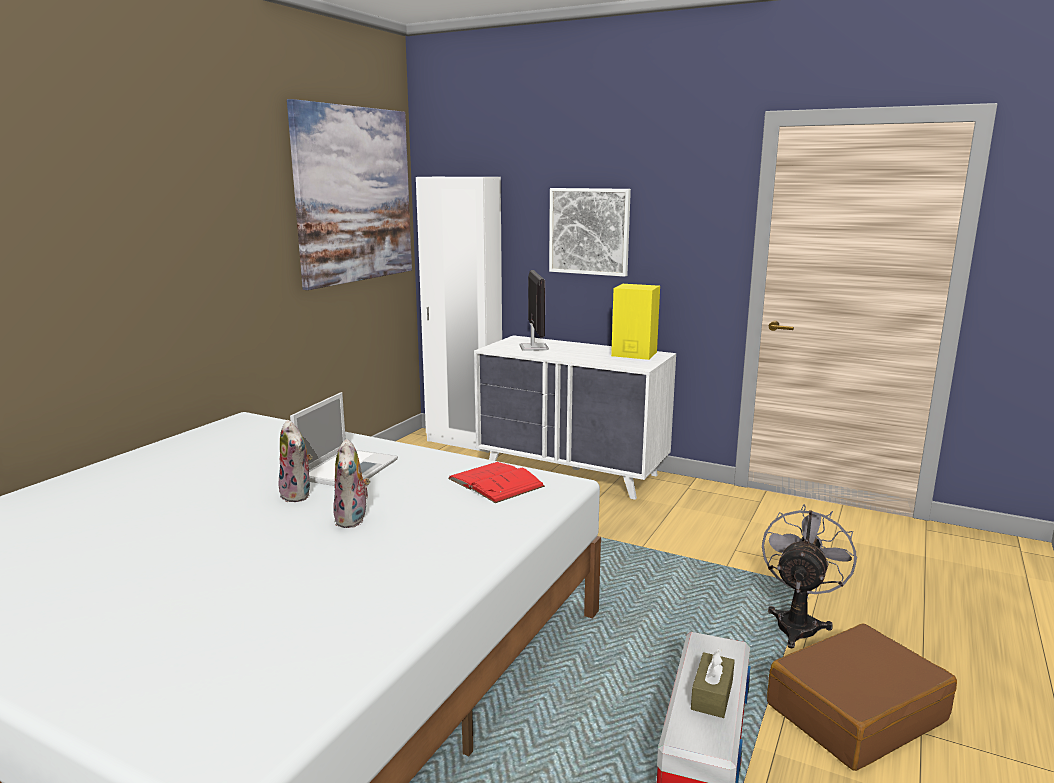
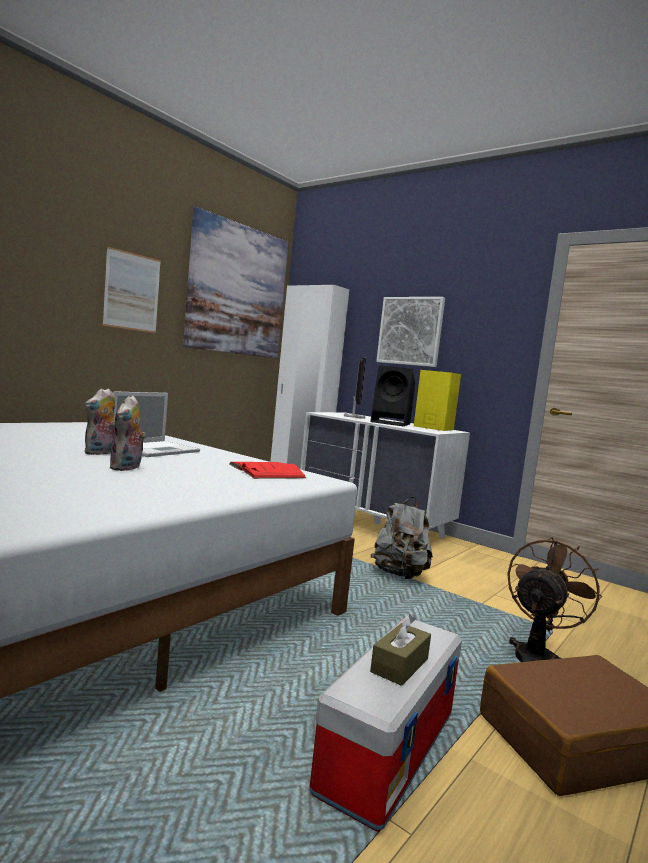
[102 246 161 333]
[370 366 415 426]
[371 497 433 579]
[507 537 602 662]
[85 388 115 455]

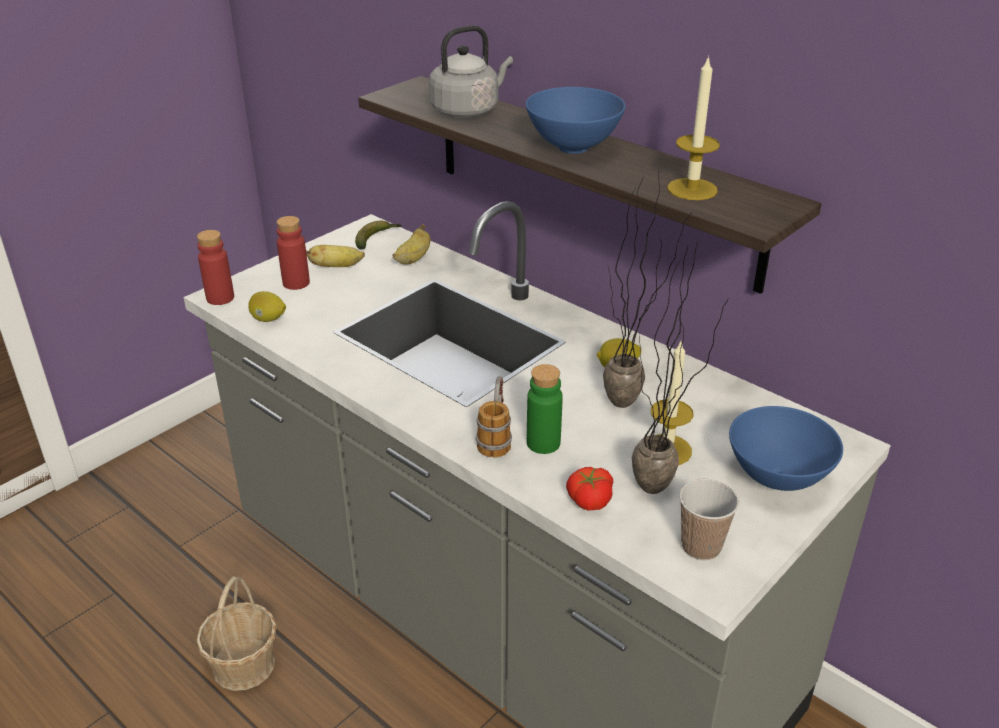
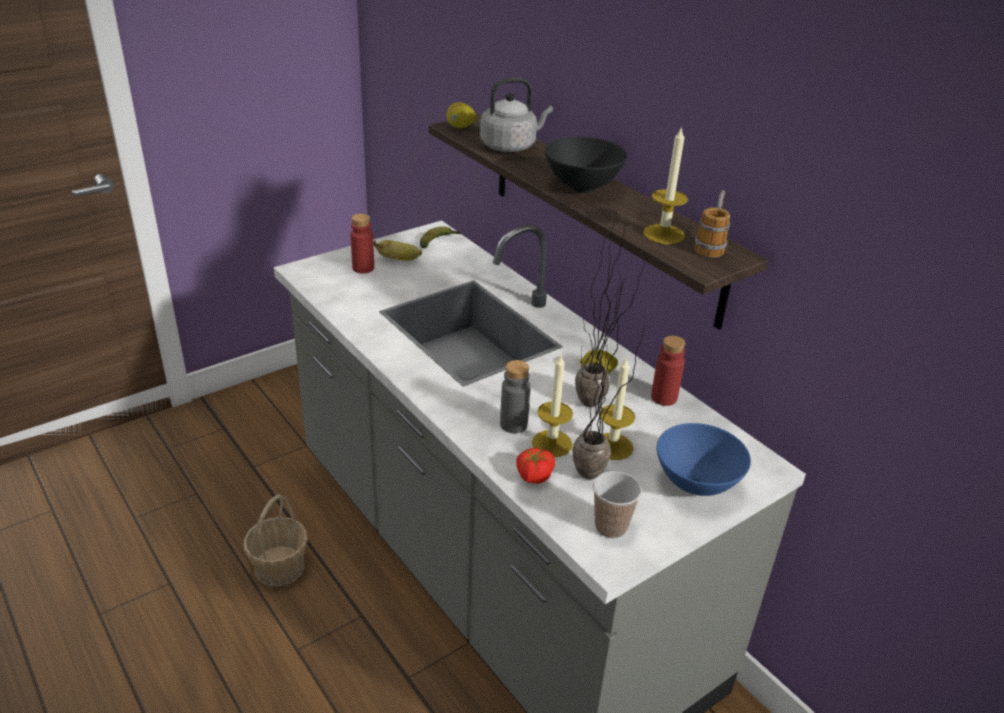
[392 224 431 265] (first image)
[532 355 573 457]
[651 336 686 406]
[446 102 477 128]
[694 190 730 258]
[545 137 627 193]
[500 360 531 433]

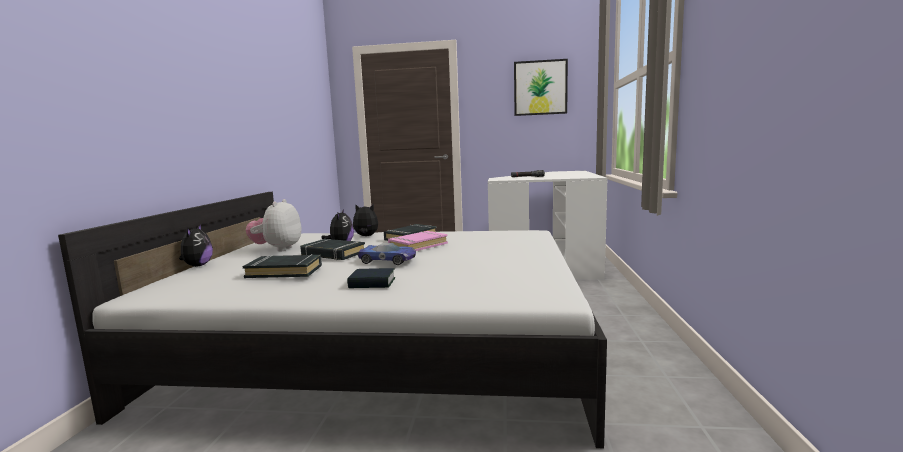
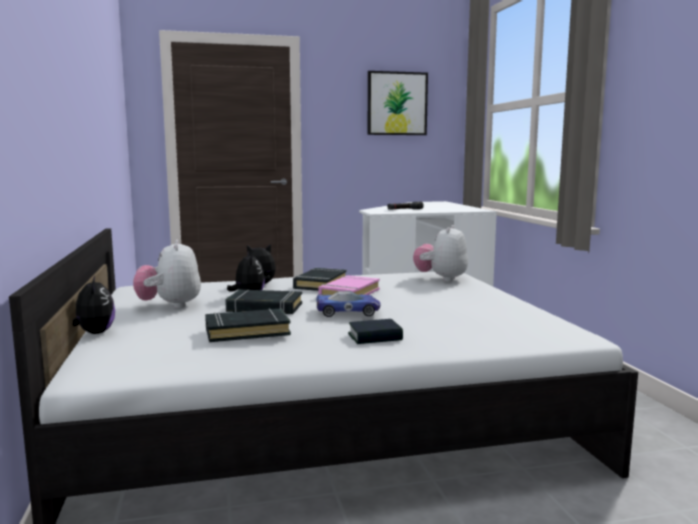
[413 225 468 282]

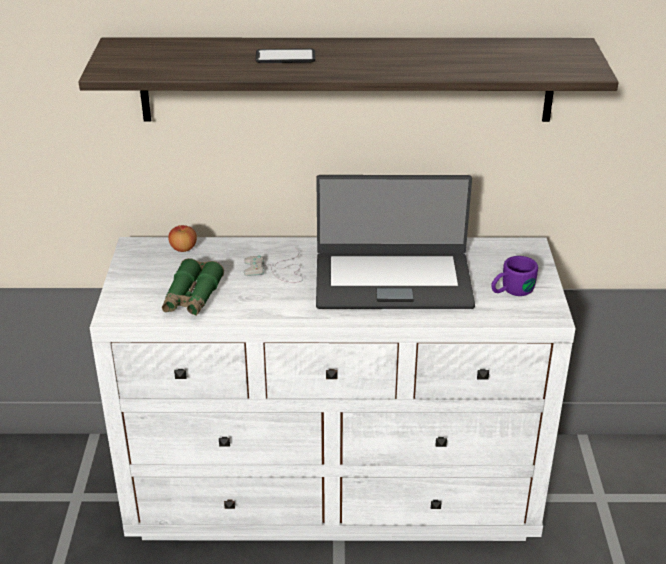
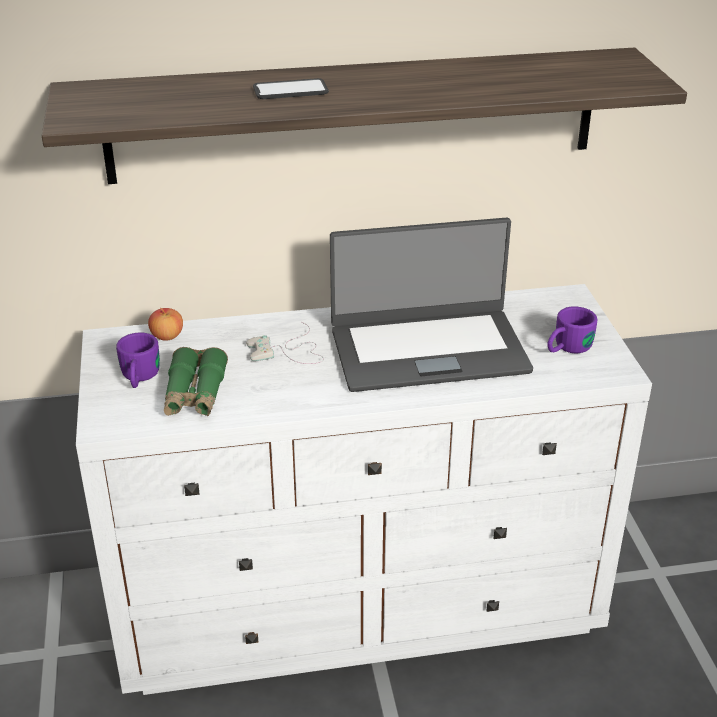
[116 332 160 388]

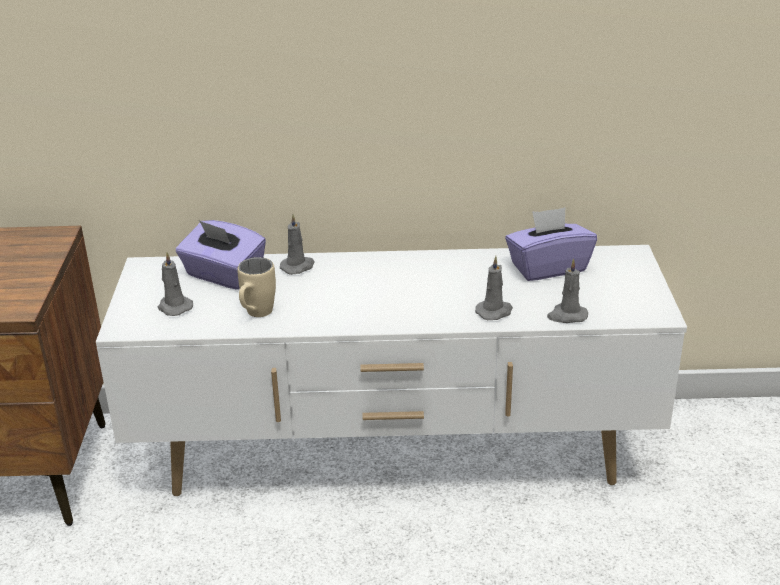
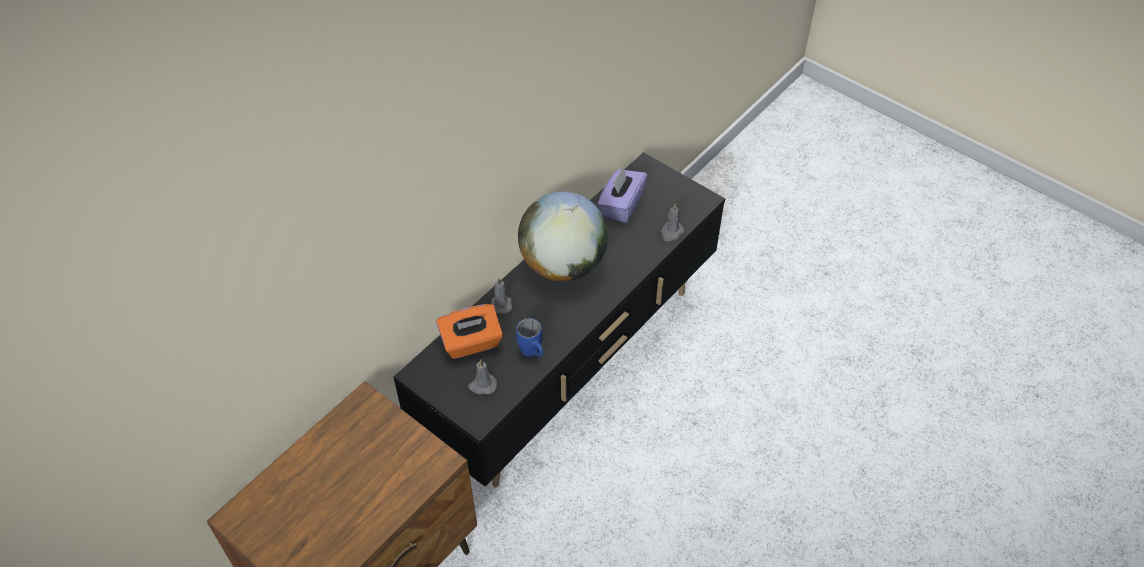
[475 256 513 320] (first image)
[518 191 608 282]
[393 152 725 487]
[436 304 503 359]
[516 318 543 357]

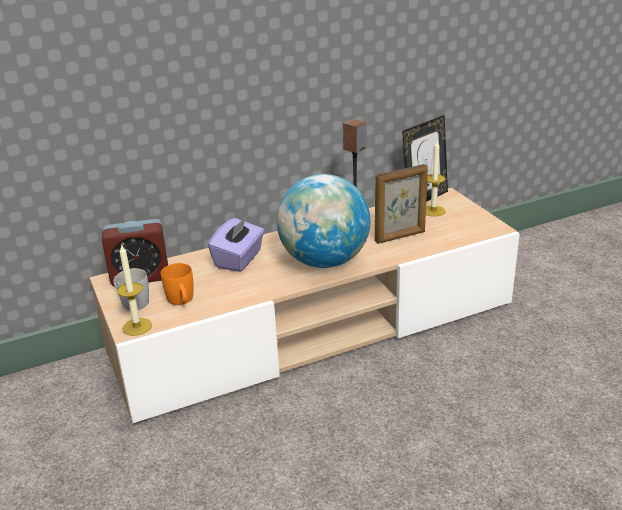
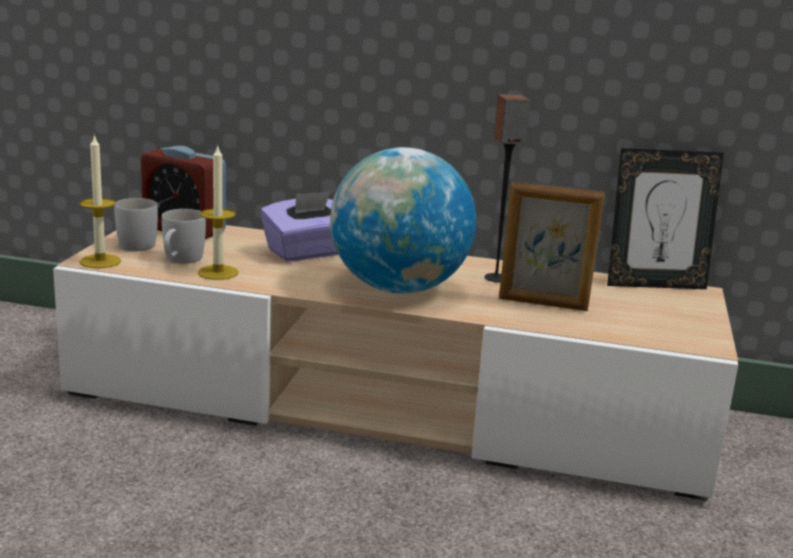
[198 144 239 280]
[162 209 206 264]

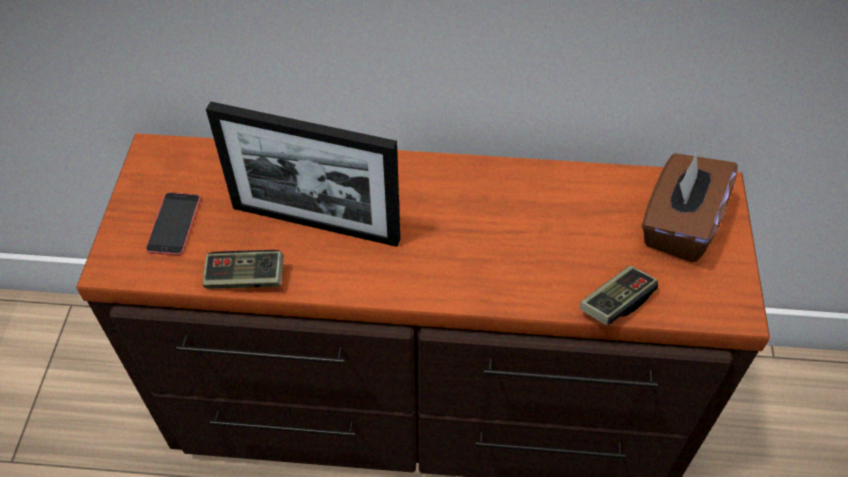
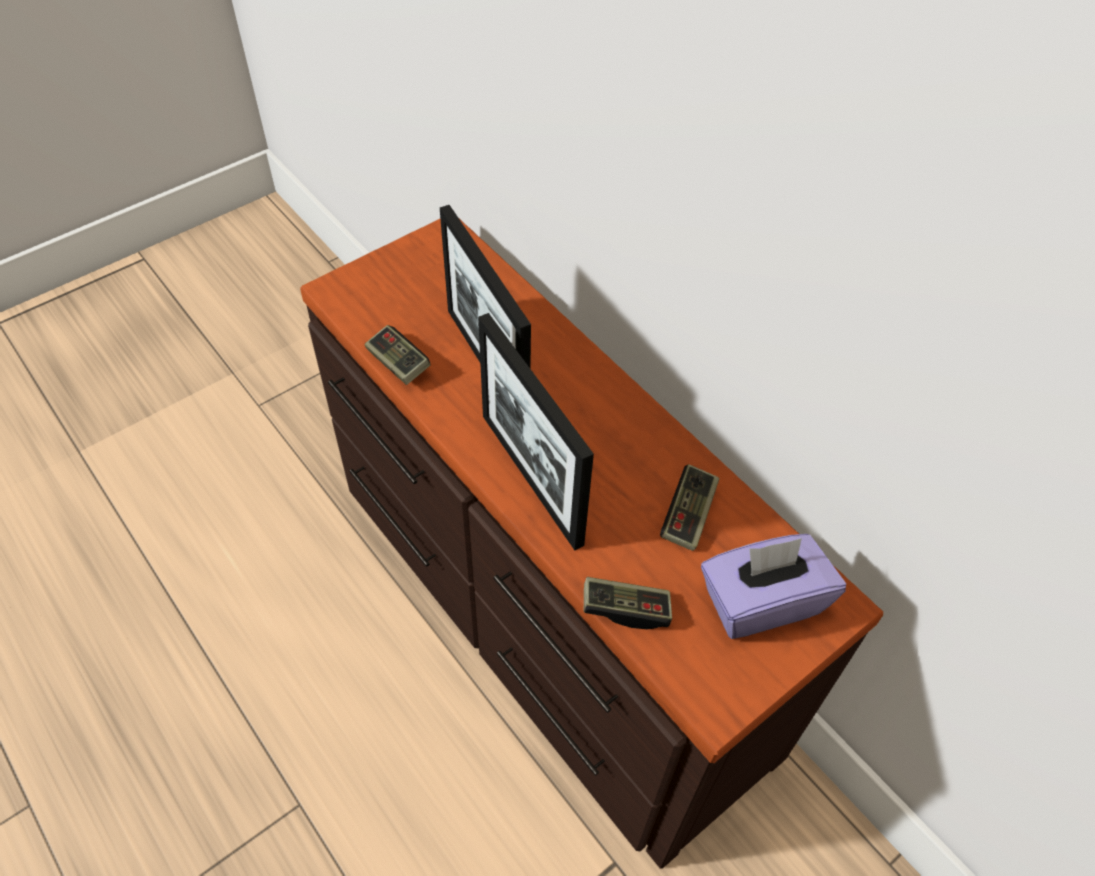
[146 192 201 255] (first image)
[478 313 594 550]
[660 464 720 551]
[701 534 846 639]

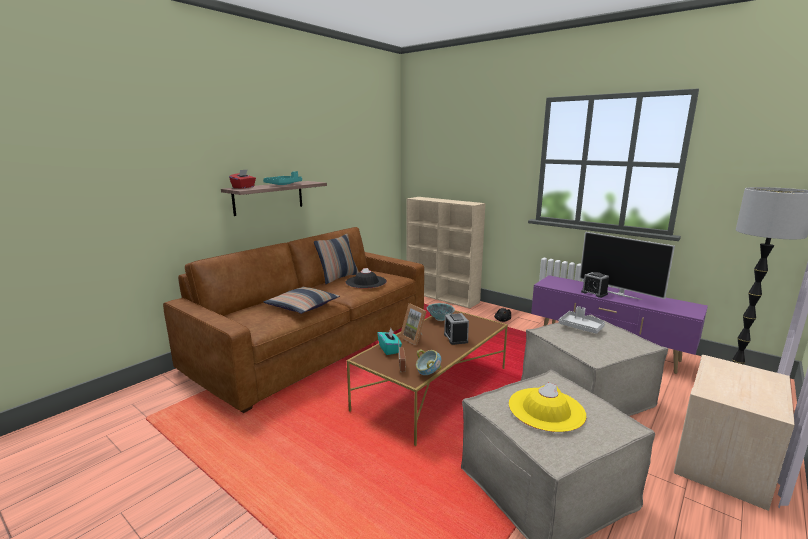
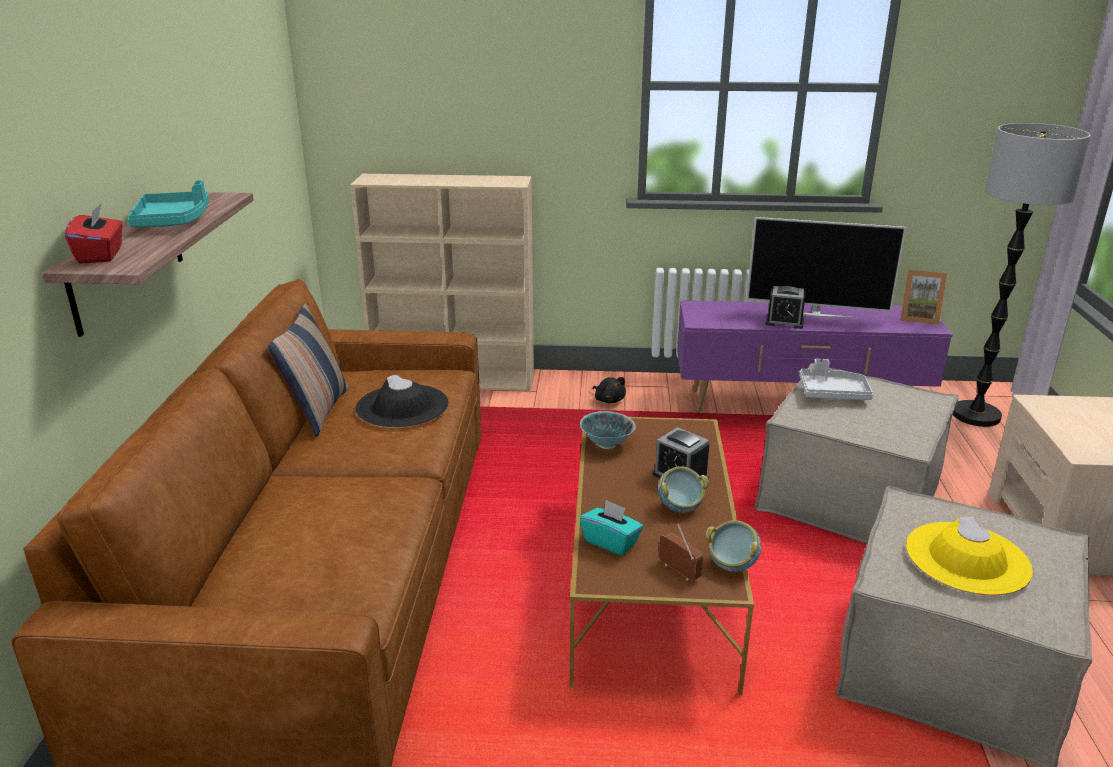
[264 287 340 314] (first image)
[658 466 709 513]
[900 270 947 325]

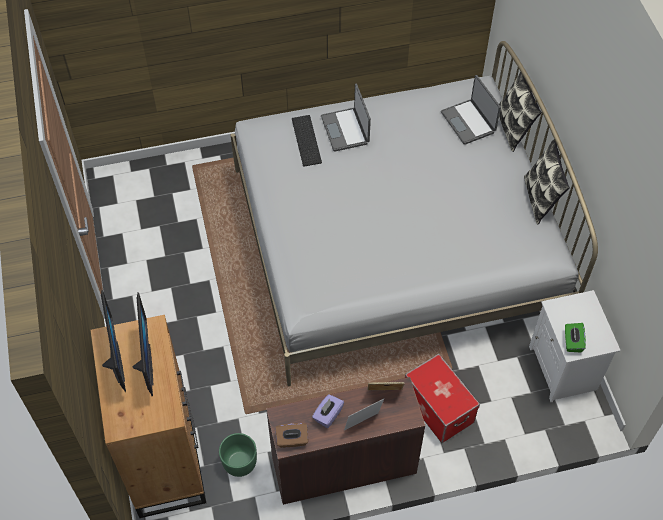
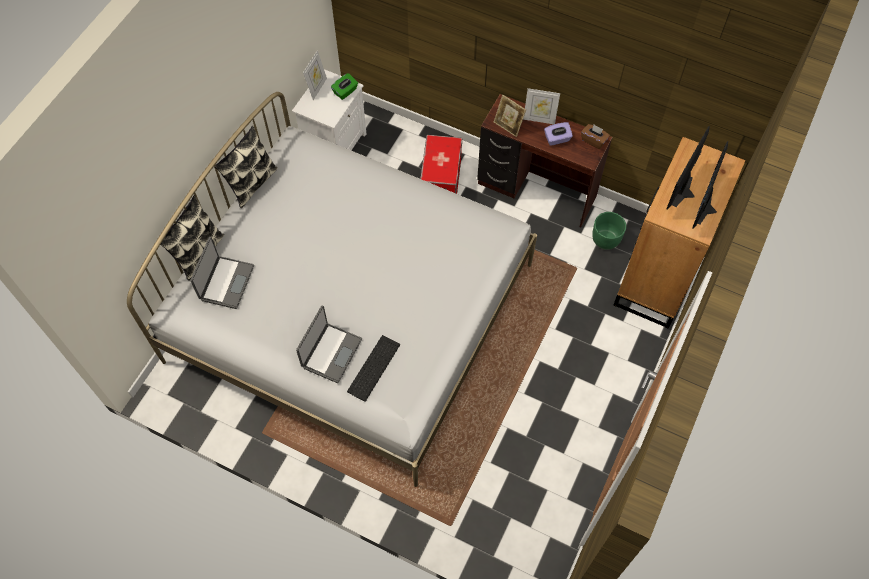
[303 51 327 100]

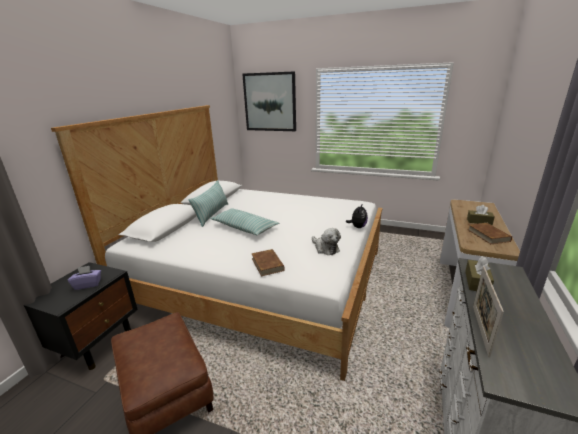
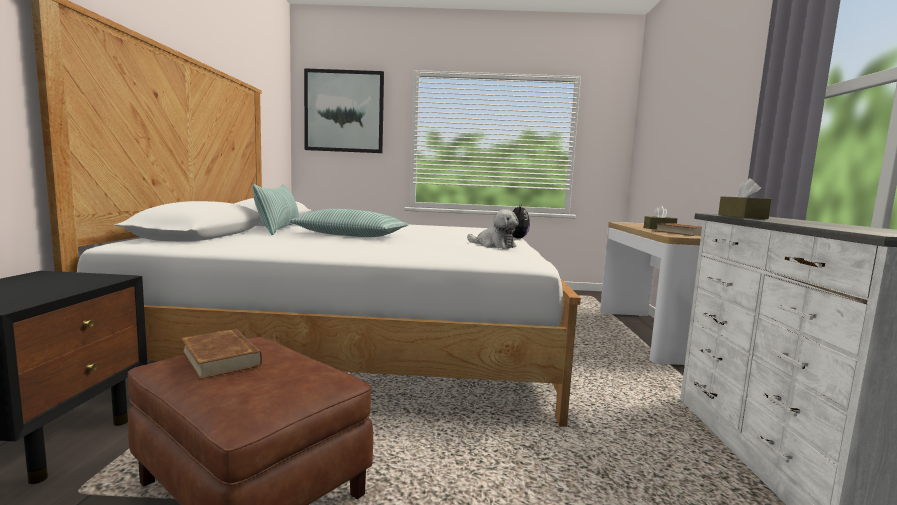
[68 266 101 290] (first image)
[473 266 504 358] (first image)
[181 329 262 379]

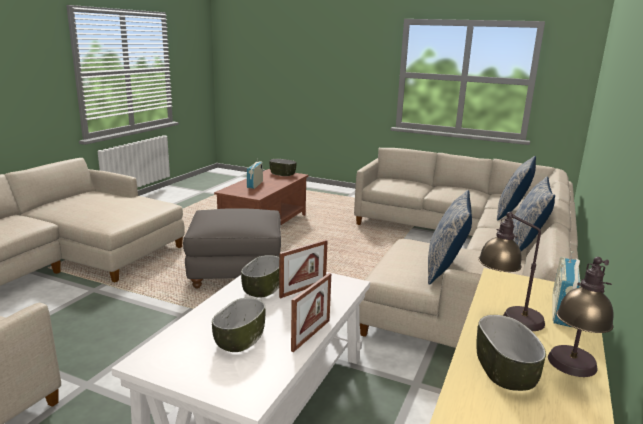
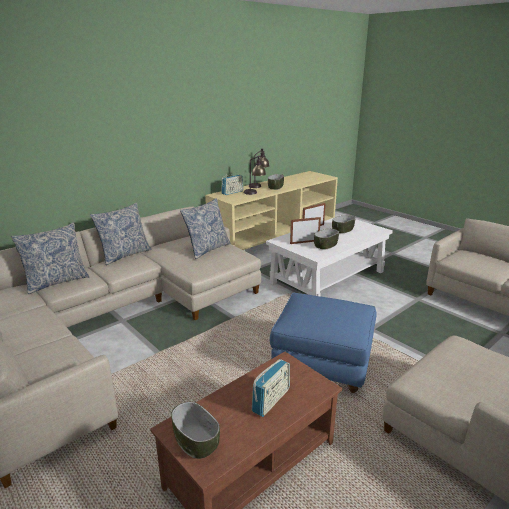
[270 293 376 393]

